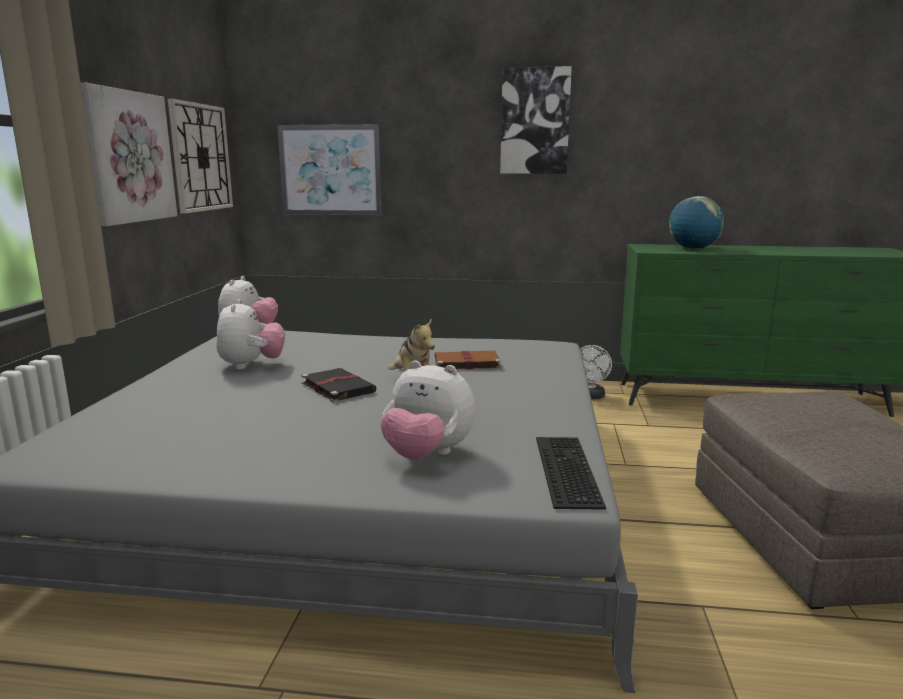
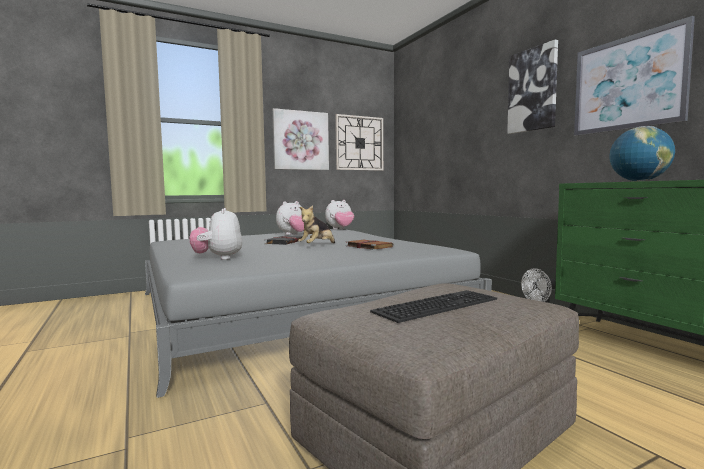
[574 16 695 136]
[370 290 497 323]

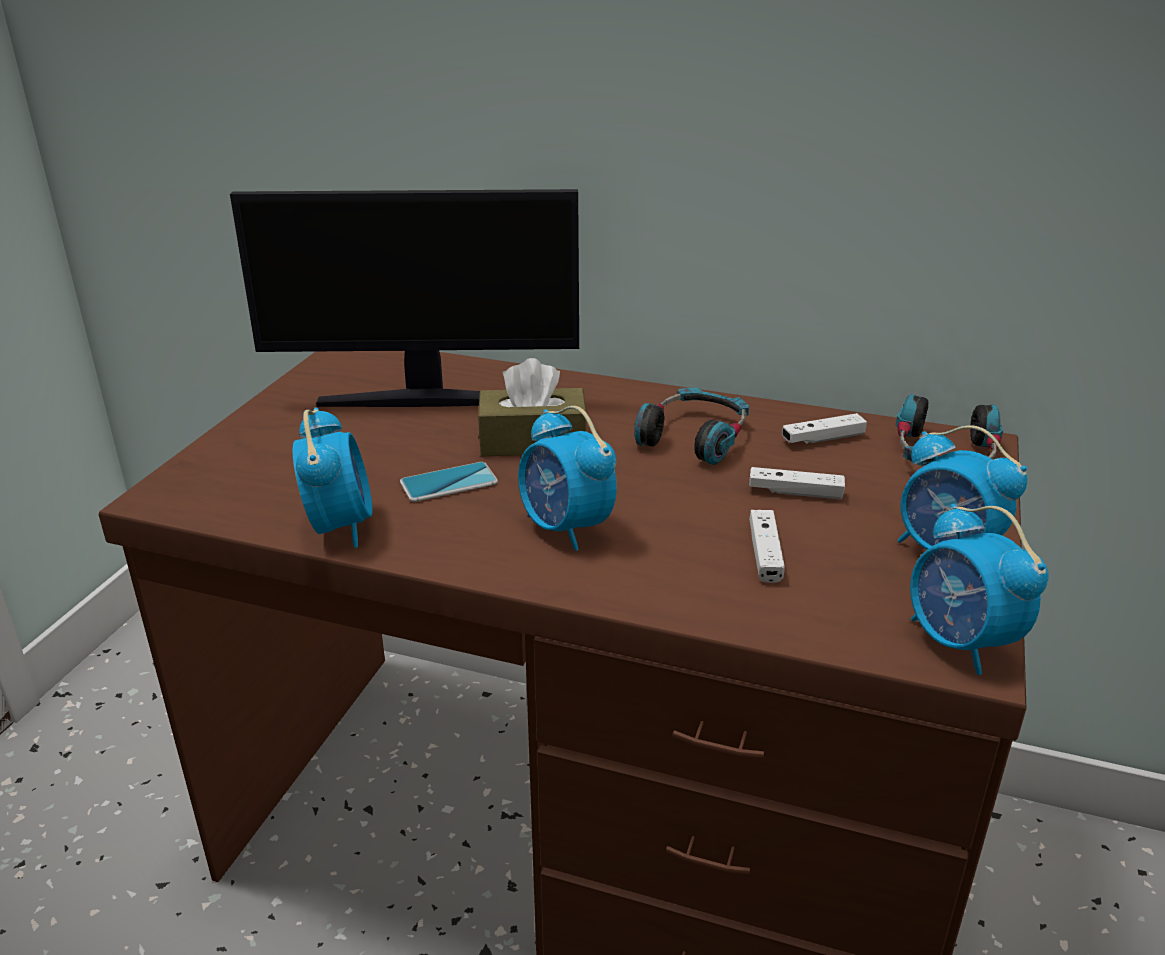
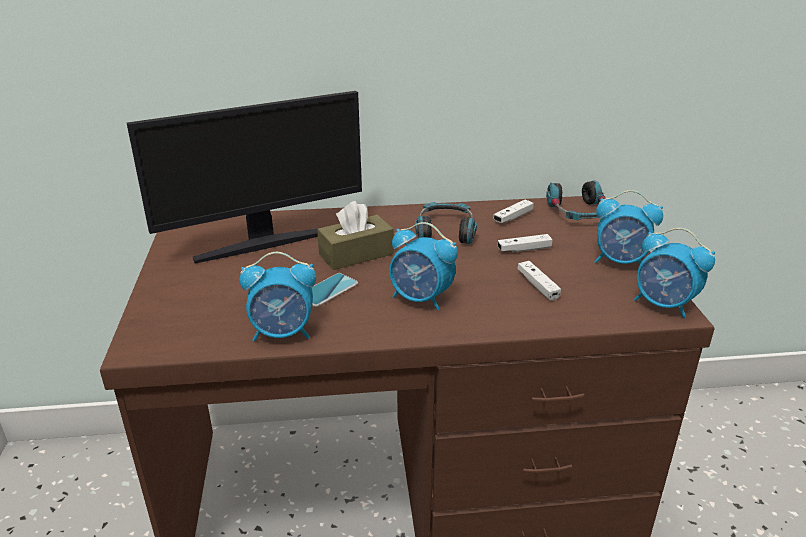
[240 252 316 342]

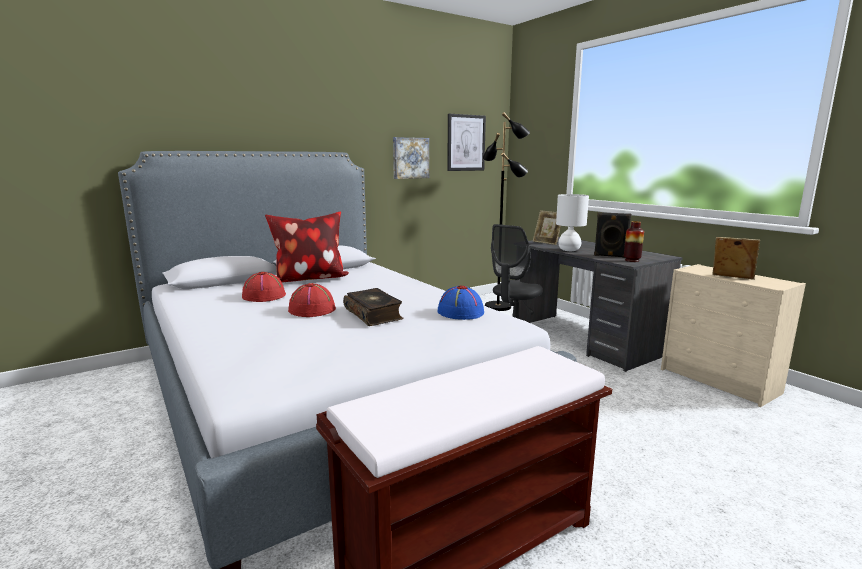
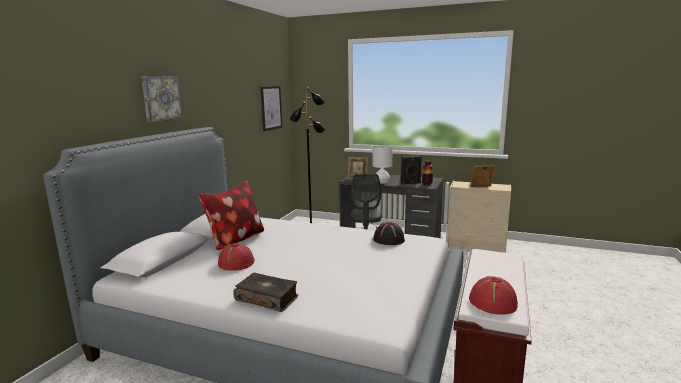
[469 276 518 315]
[233 273 298 312]
[141 76 182 122]
[373 222 405 245]

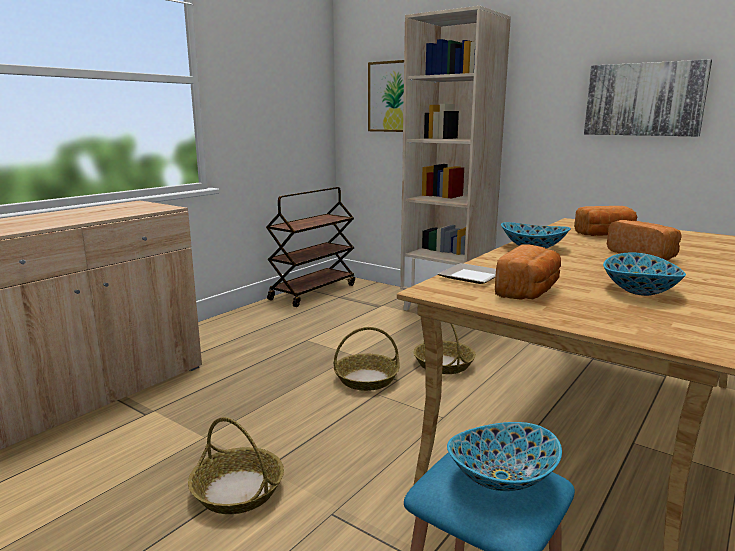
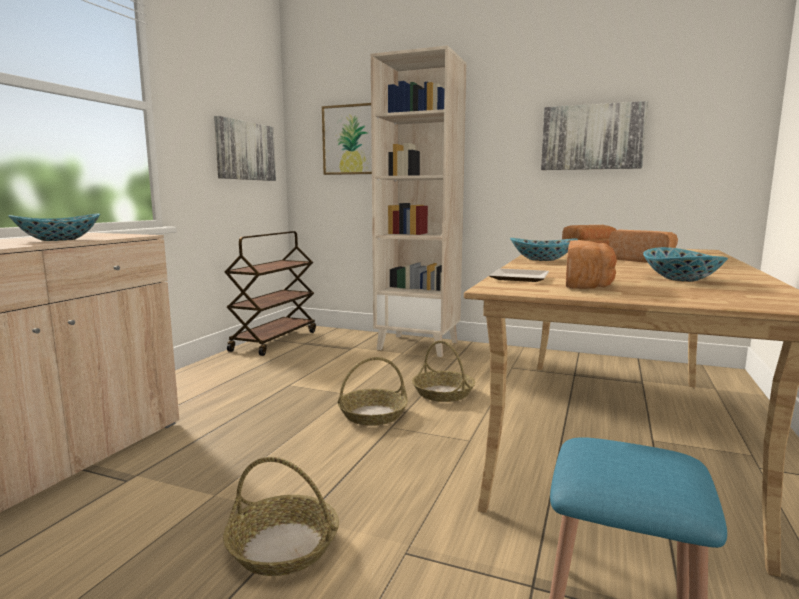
[214 116 276 181]
[8 214 100 241]

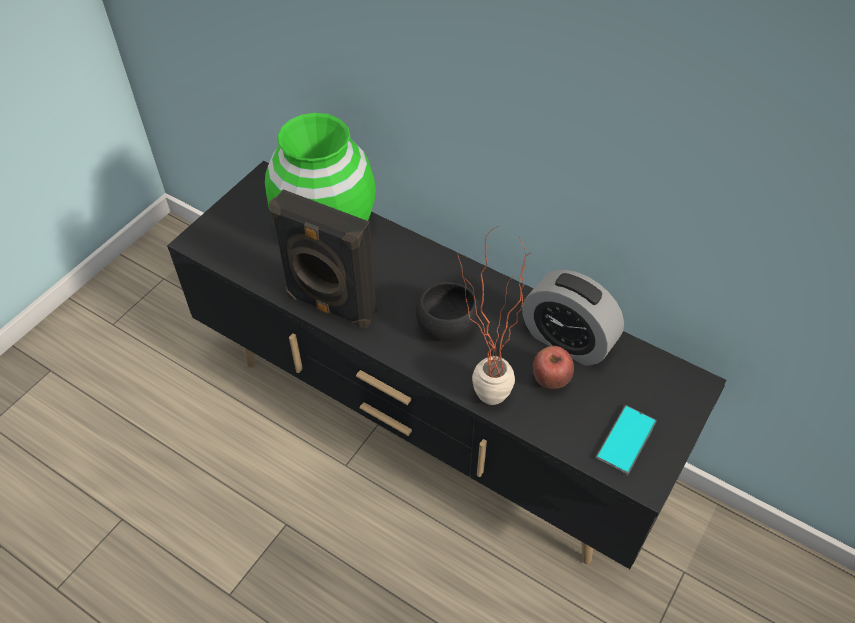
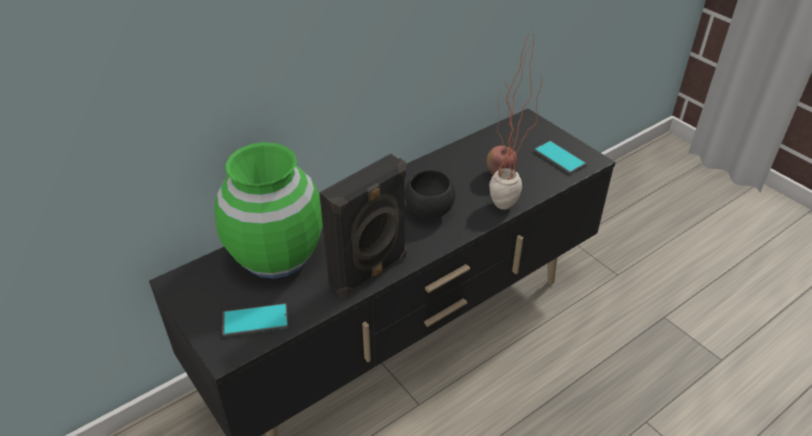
[522 270 624 366] (first image)
[222 303 288 337]

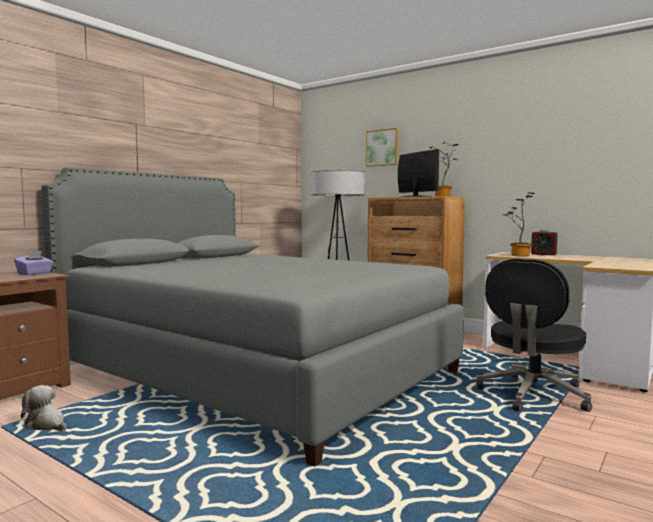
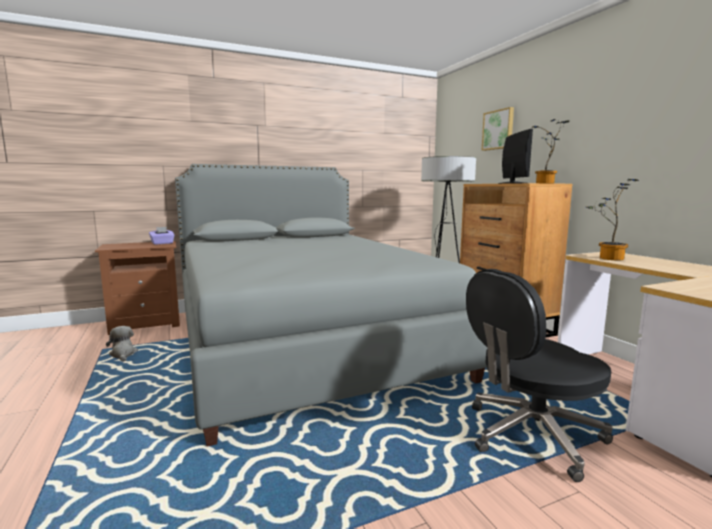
[531 230 558 255] (first image)

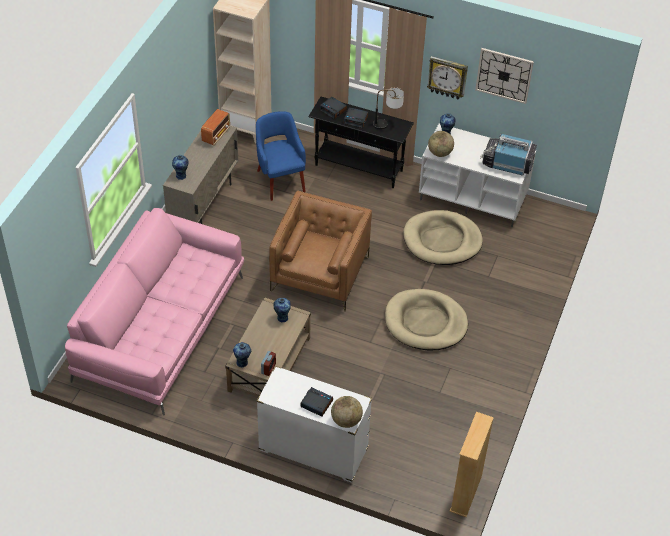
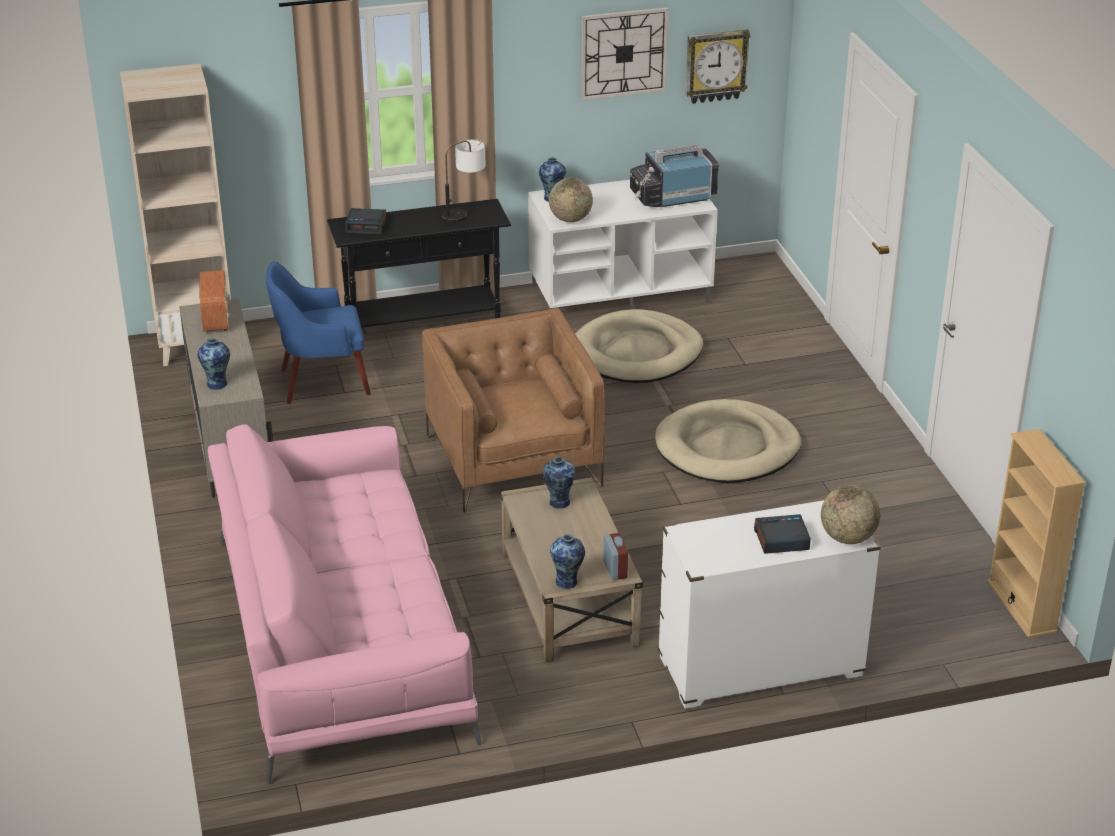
[344 107 369 128] (first image)
[685 29 751 104]
[266 262 371 404]

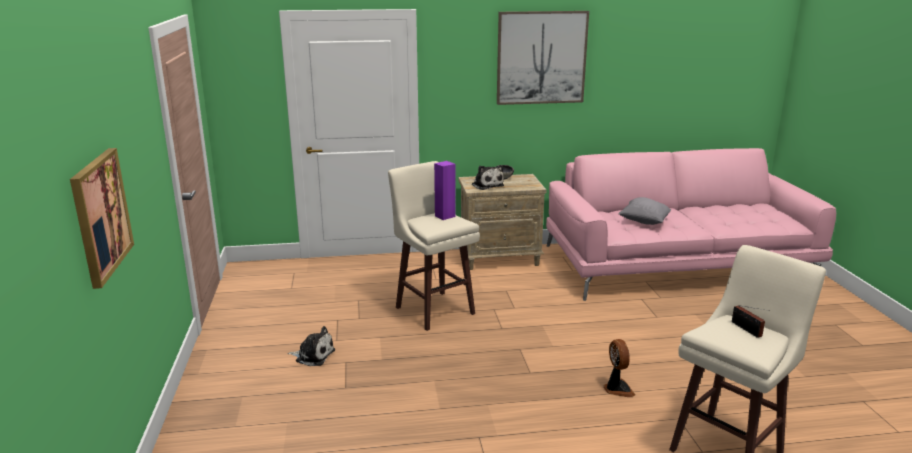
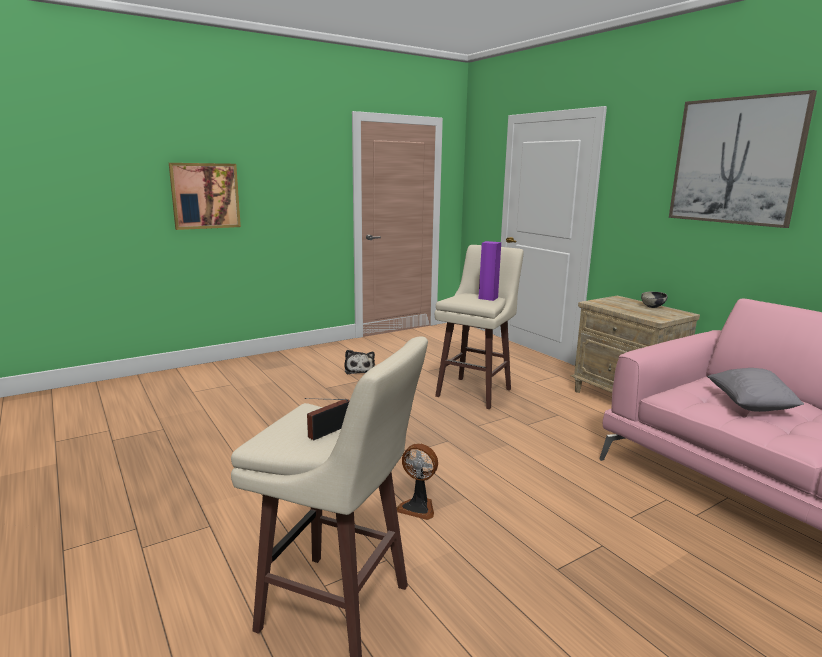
[472 165 504 190] (first image)
[397 443 438 520]

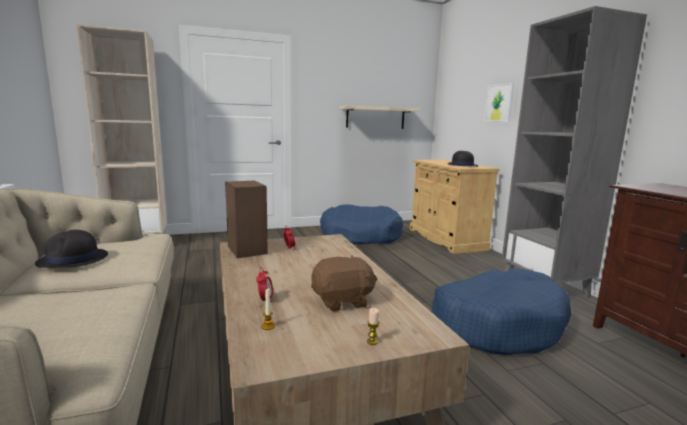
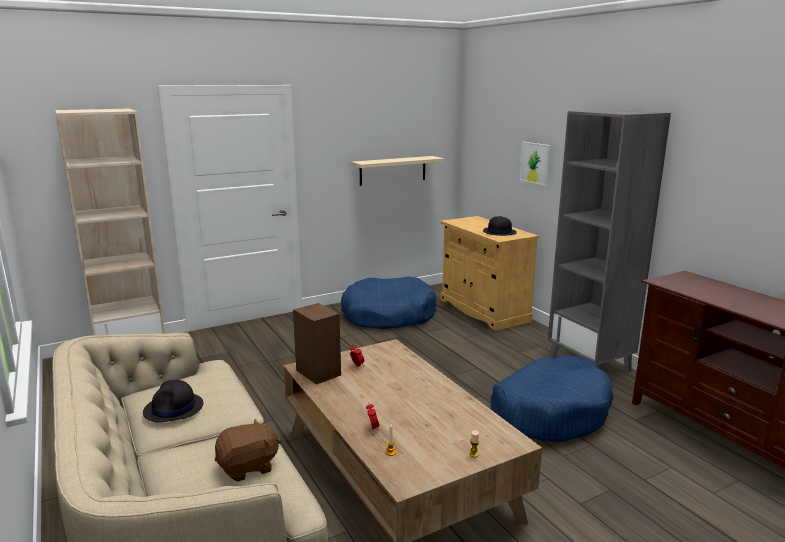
[215 419 281 482]

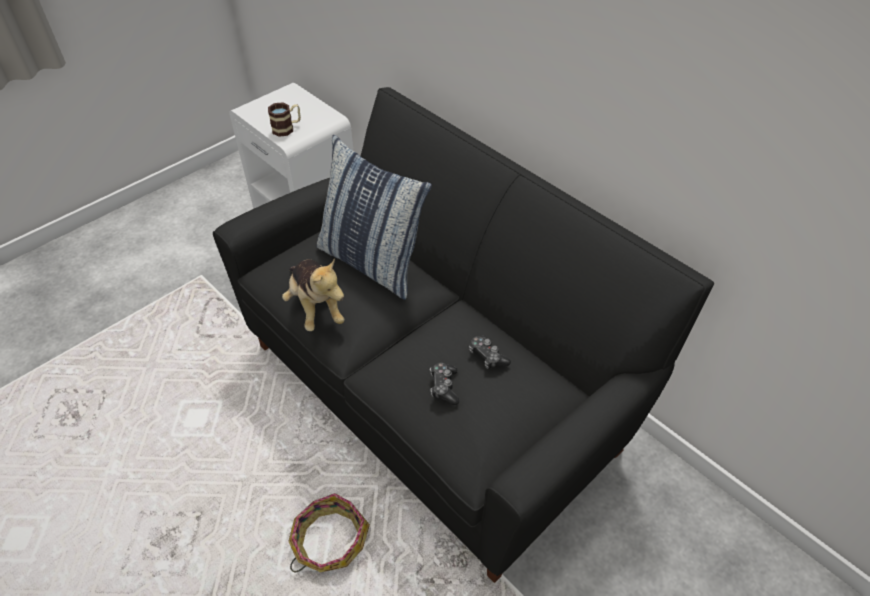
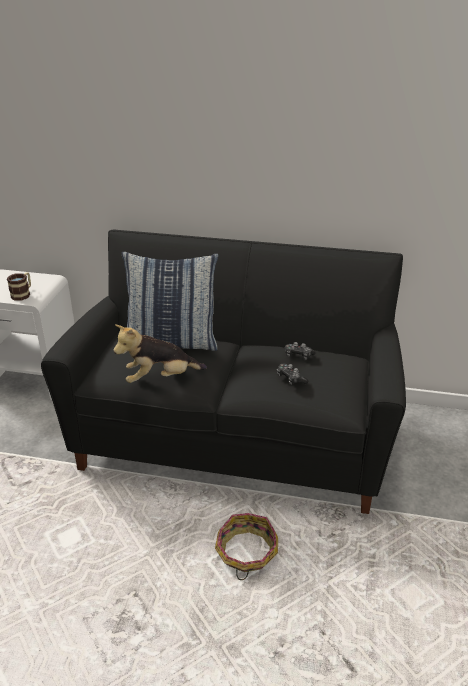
[113 325 207 383]

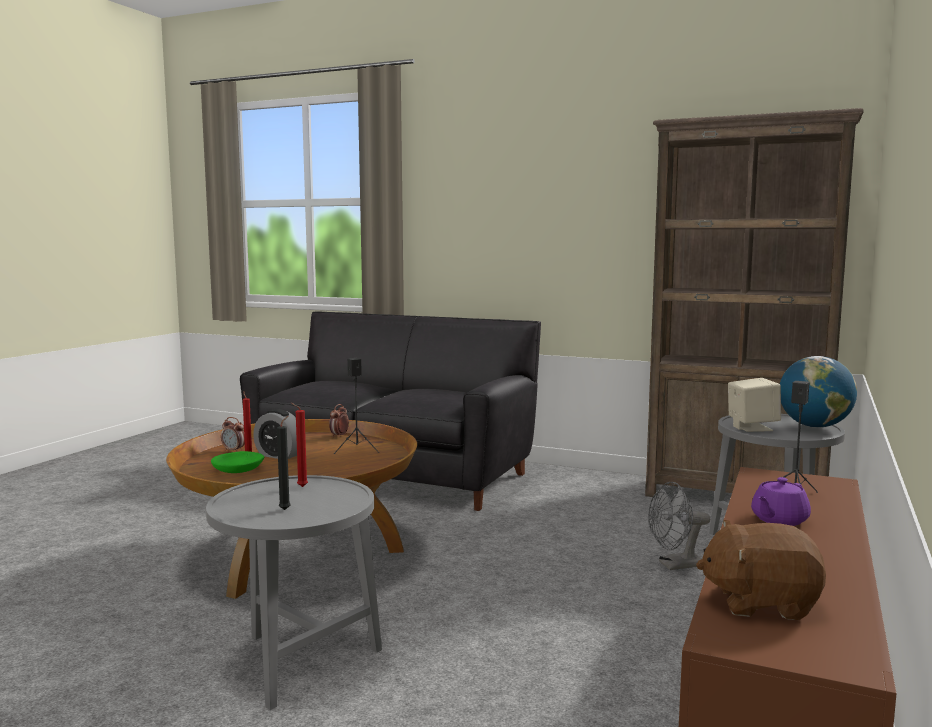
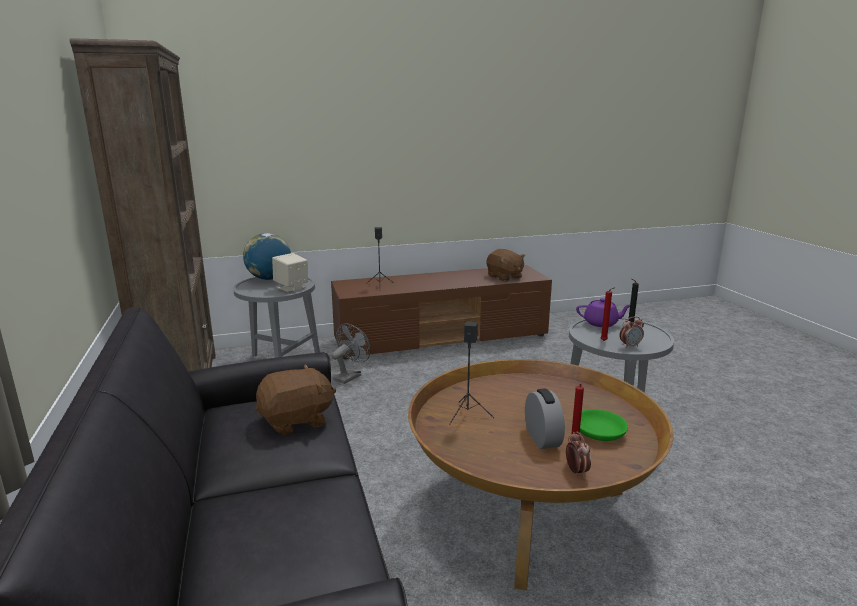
[256 364 336 435]
[619 316 644 348]
[576 298 630 327]
[331 323 370 384]

